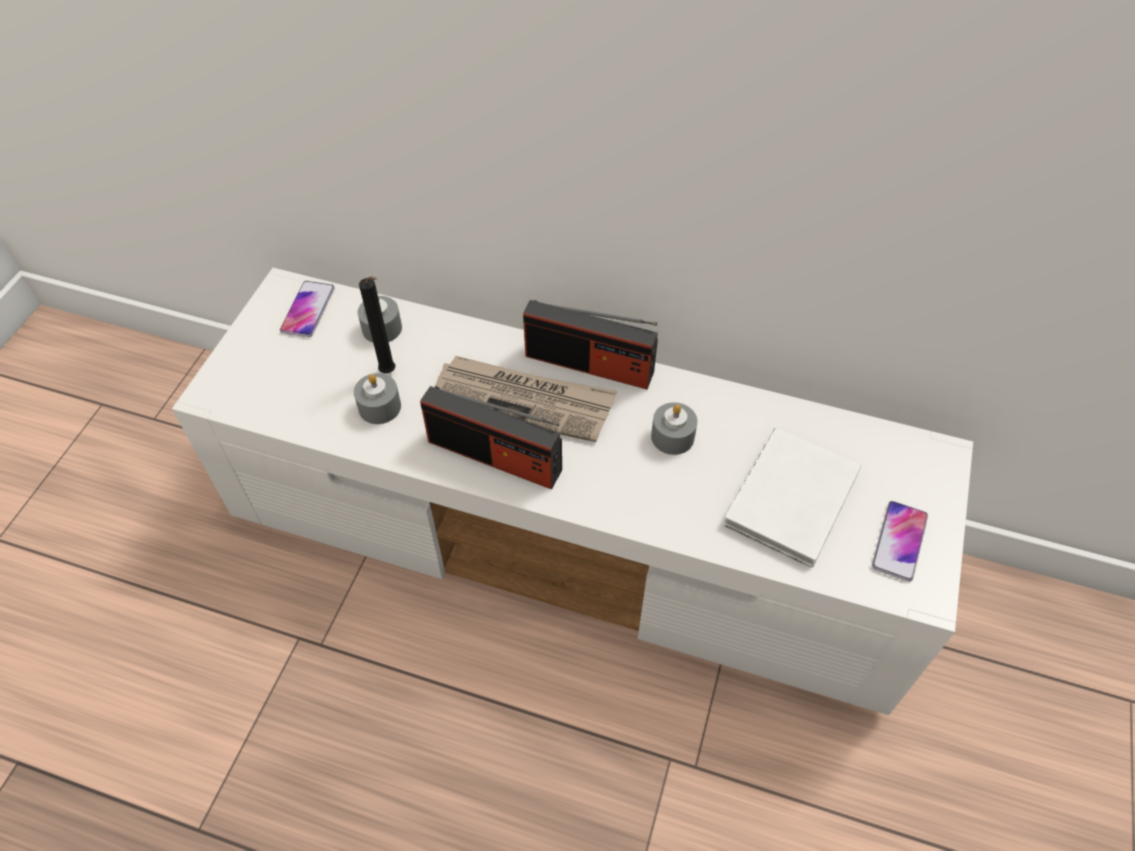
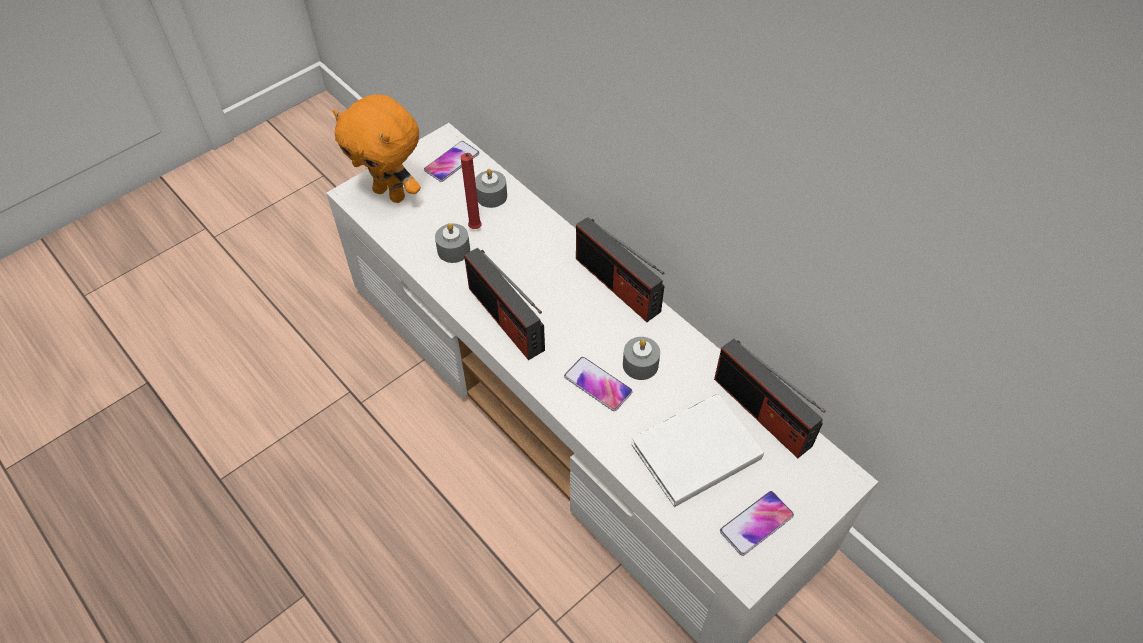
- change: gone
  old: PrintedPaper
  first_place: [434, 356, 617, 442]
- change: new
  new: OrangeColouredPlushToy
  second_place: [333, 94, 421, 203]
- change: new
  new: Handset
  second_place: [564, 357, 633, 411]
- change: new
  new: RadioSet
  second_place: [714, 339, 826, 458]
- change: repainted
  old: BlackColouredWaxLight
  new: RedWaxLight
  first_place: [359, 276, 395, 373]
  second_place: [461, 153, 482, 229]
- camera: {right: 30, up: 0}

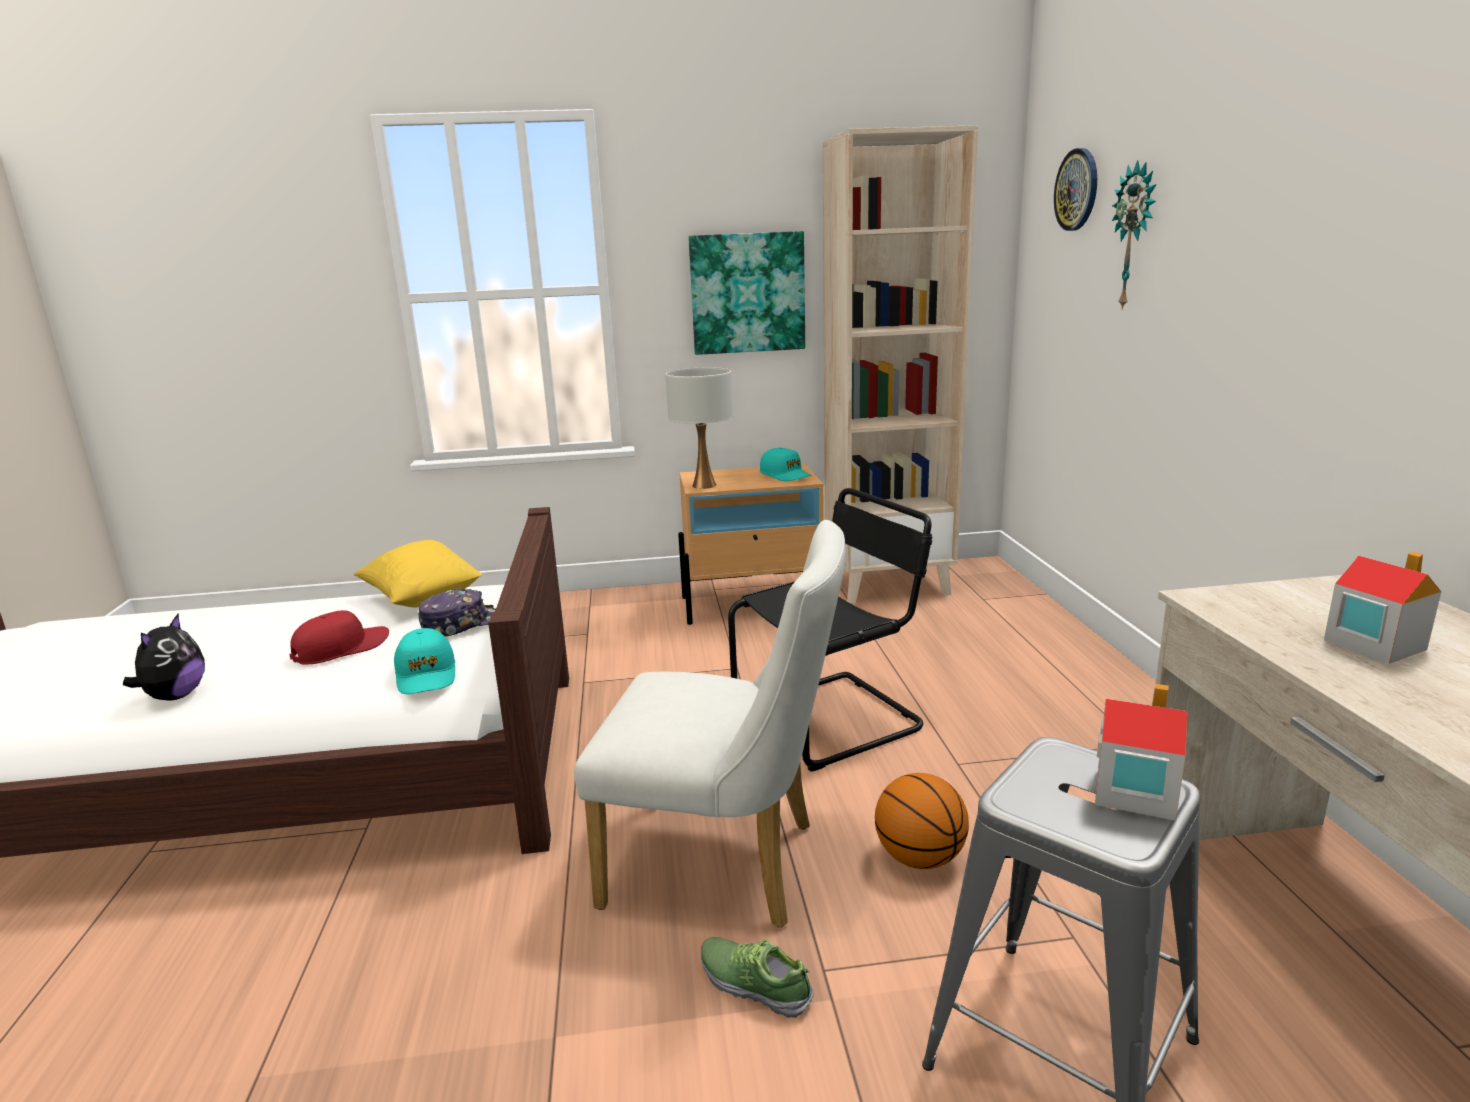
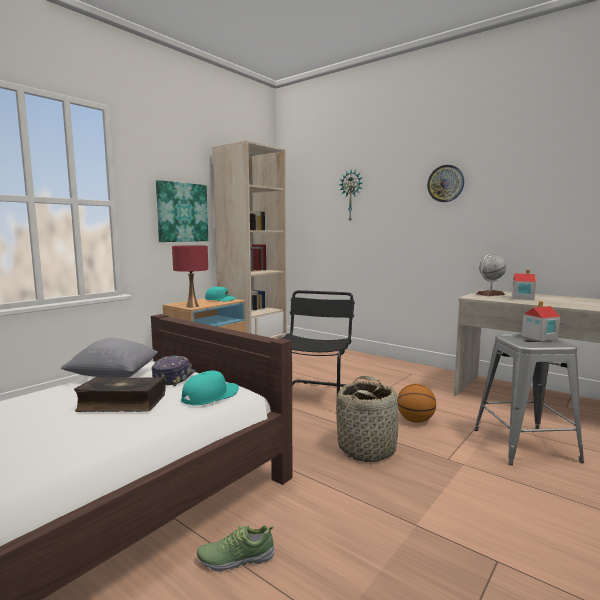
- change: gone
  old: PlushToy
  first_place: [123, 614, 205, 701]
- change: new
  new: Globe
  second_place: [476, 254, 506, 296]
- change: shifted
  old: LowShoe
  first_place: [701, 937, 814, 1018]
  second_place: [197, 525, 275, 572]
- change: shifted
  old: ClockOnTheWall
  first_place: [1054, 148, 1097, 231]
  second_place: [427, 165, 464, 202]
- change: swapped
  old: RedCap
  new: Volume
  first_place: [289, 610, 389, 664]
  second_place: [74, 377, 165, 412]
- change: swapped
  old: WhitishChair
  new: StorageBasket
  first_place: [574, 520, 846, 928]
  second_place: [336, 376, 398, 462]
- change: repainted
  old: YellowColouredCushion
  new: GrayCushion
  first_place: [354, 540, 482, 608]
  second_place: [60, 338, 158, 378]
- change: repainted
  old: WhitishLampForATable
  new: RedLampForATable
  first_place: [665, 367, 733, 489]
  second_place: [172, 245, 208, 308]
- change: rotated
  old: TurquoiseCap
  first_place: [394, 628, 455, 694]
  second_place: [181, 370, 239, 405]
  degrees: -75
- camera: {right: -45, up: -10}

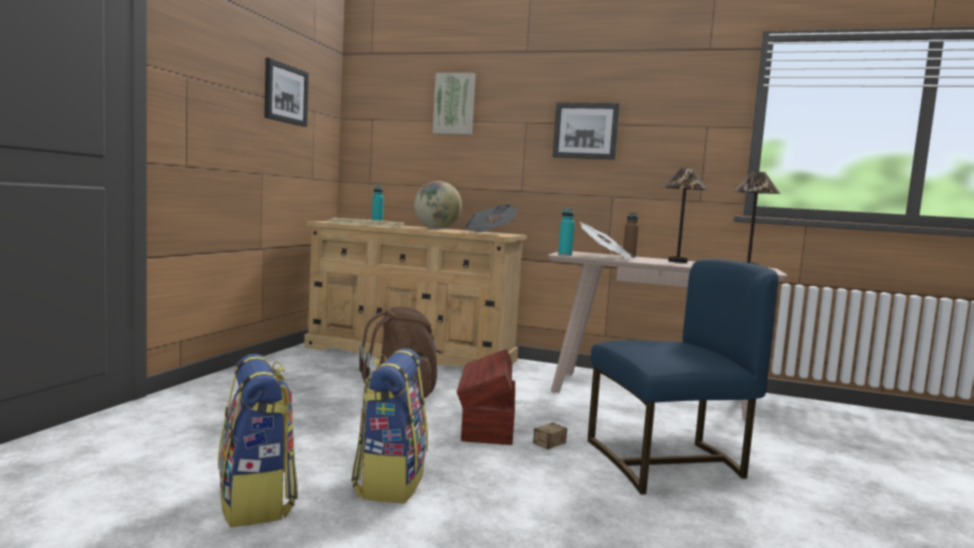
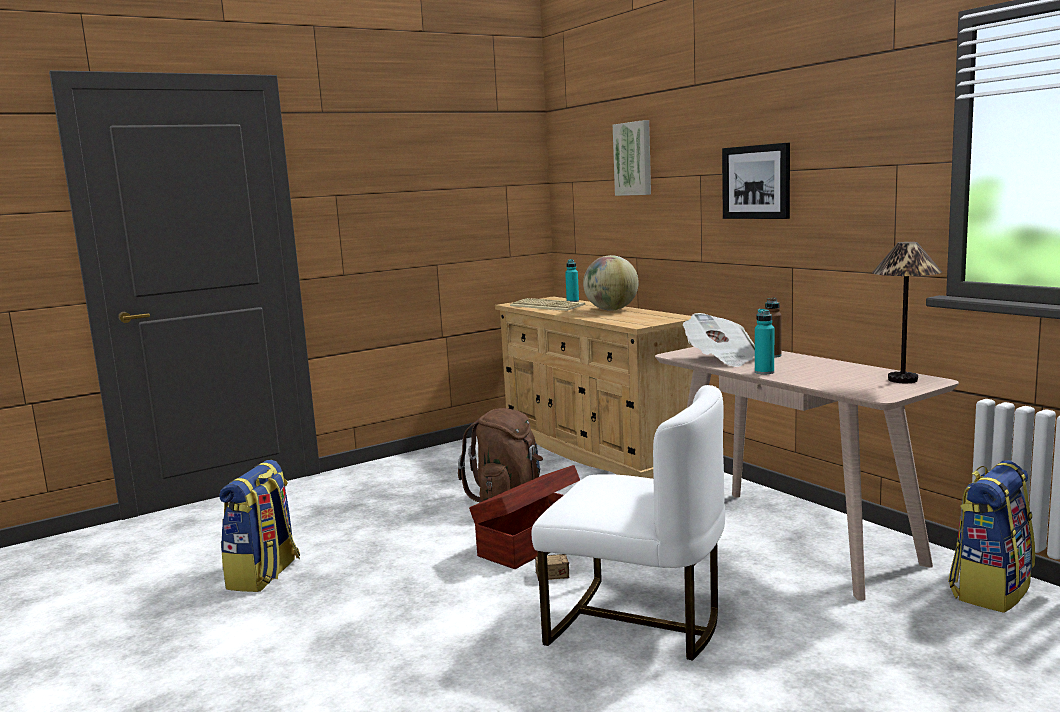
- change: gone
  old: Picture
  first_place: [264, 58, 309, 127]
- change: gone
  old: PrintedPaper
  first_place: [464, 204, 518, 233]
- change: gone
  old: LampForATable
  first_place: [663, 168, 707, 263]
- change: shifted
  old: Rucksack
  first_place: [351, 348, 428, 503]
  second_place: [948, 460, 1035, 613]
- change: shifted
  old: TurquoiseBottle
  first_place: [558, 208, 575, 256]
  second_place: [755, 309, 774, 374]
- change: repainted
  old: BlueChair
  new: WhitishChair
  first_place: [588, 259, 779, 495]
  second_place: [532, 385, 725, 661]
- camera: {right: 40, up: 5}

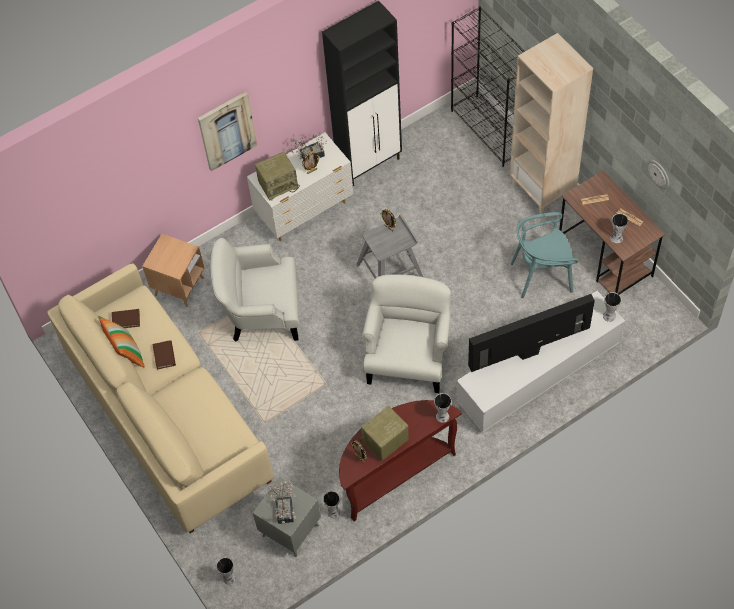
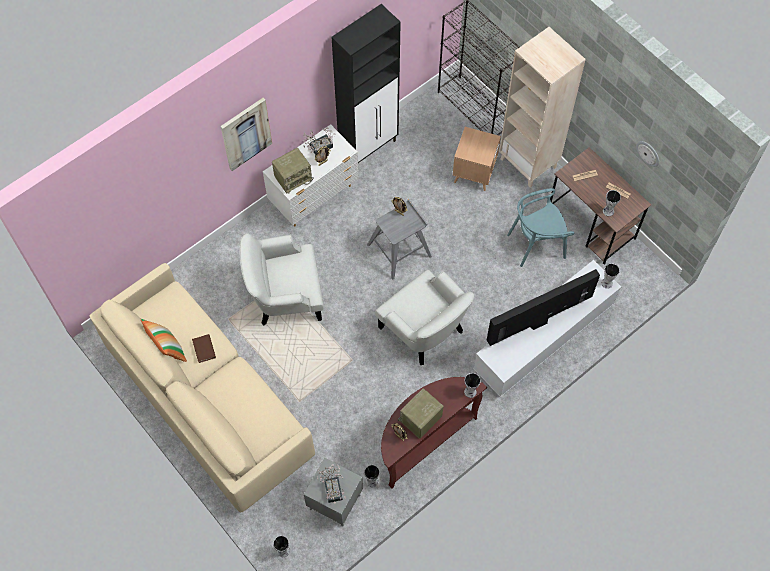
- change: gone
  old: BrownVolume
  first_place: [112, 309, 140, 328]
- change: shifted
  old: BrownAccentTable
  first_place: [142, 234, 204, 307]
  second_place: [453, 127, 501, 191]
- change: rotated
  old: WhitishLoungeChair
  first_place: [362, 274, 451, 393]
  second_place: [375, 270, 474, 365]
  degrees: 135
- camera: {right: -10, up: 5}

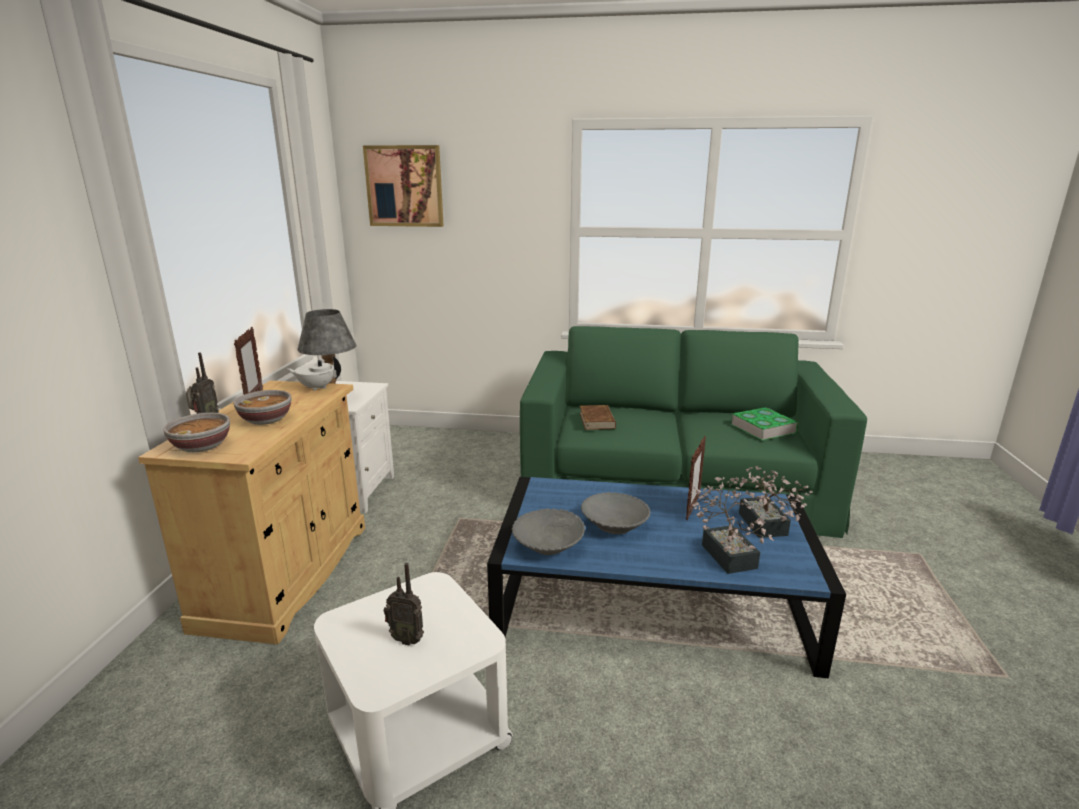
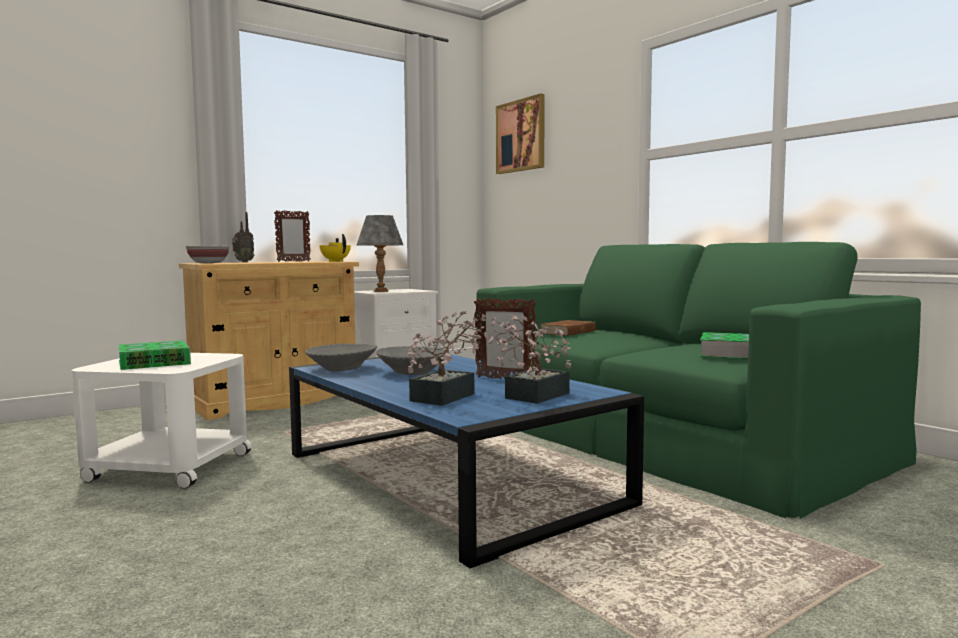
- change: gone
  old: DeepDish
  first_place: [234, 390, 292, 425]
- change: swapped
  old: RadioSet
  new: Volume
  first_place: [384, 563, 424, 646]
  second_place: [118, 340, 191, 370]
- change: repainted
  old: WhitishTeaPot
  new: YellowColouredTeaPot
  first_place: [286, 356, 341, 391]
  second_place: [319, 234, 351, 262]
- change: rotated
  old: PhotoFrame
  first_place: [686, 436, 706, 520]
  second_place: [474, 298, 536, 379]
  degrees: 45
- camera: {right: 45, up: -15}

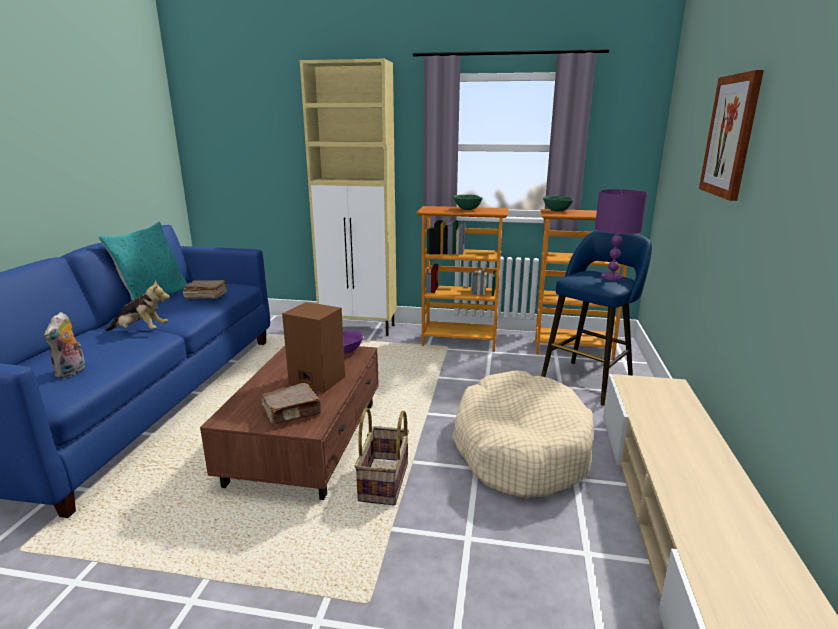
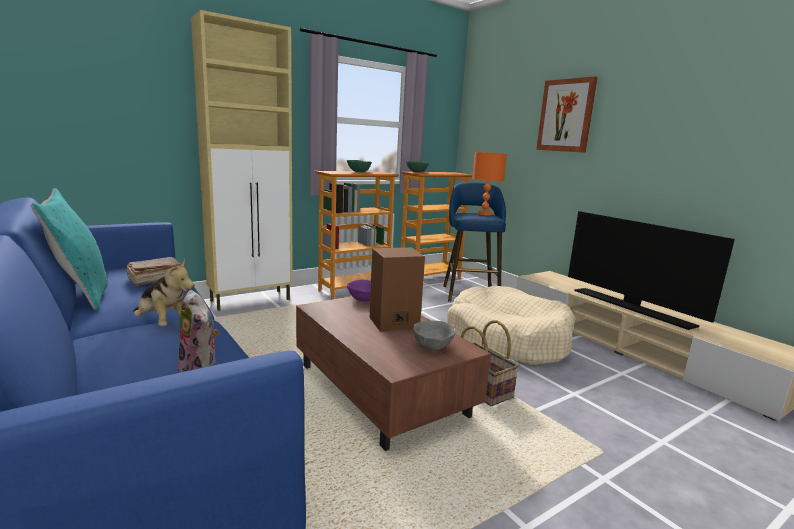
- change: new
  new: Tv
  second_place: [568, 211, 735, 330]
- change: swapped
  old: BrownVolume
  new: GrayDeepDish
  first_place: [261, 383, 321, 424]
  second_place: [413, 321, 456, 350]
- change: repainted
  old: PurpleLampForATable
  new: OrangeColouredLampForATable
  first_place: [595, 189, 647, 281]
  second_place: [472, 152, 507, 216]
- change: rotated
  old: PlushToy
  first_place: [105, 280, 170, 331]
  second_place: [133, 259, 195, 326]
  degrees: 75
- camera: {right: -45, up: -5}

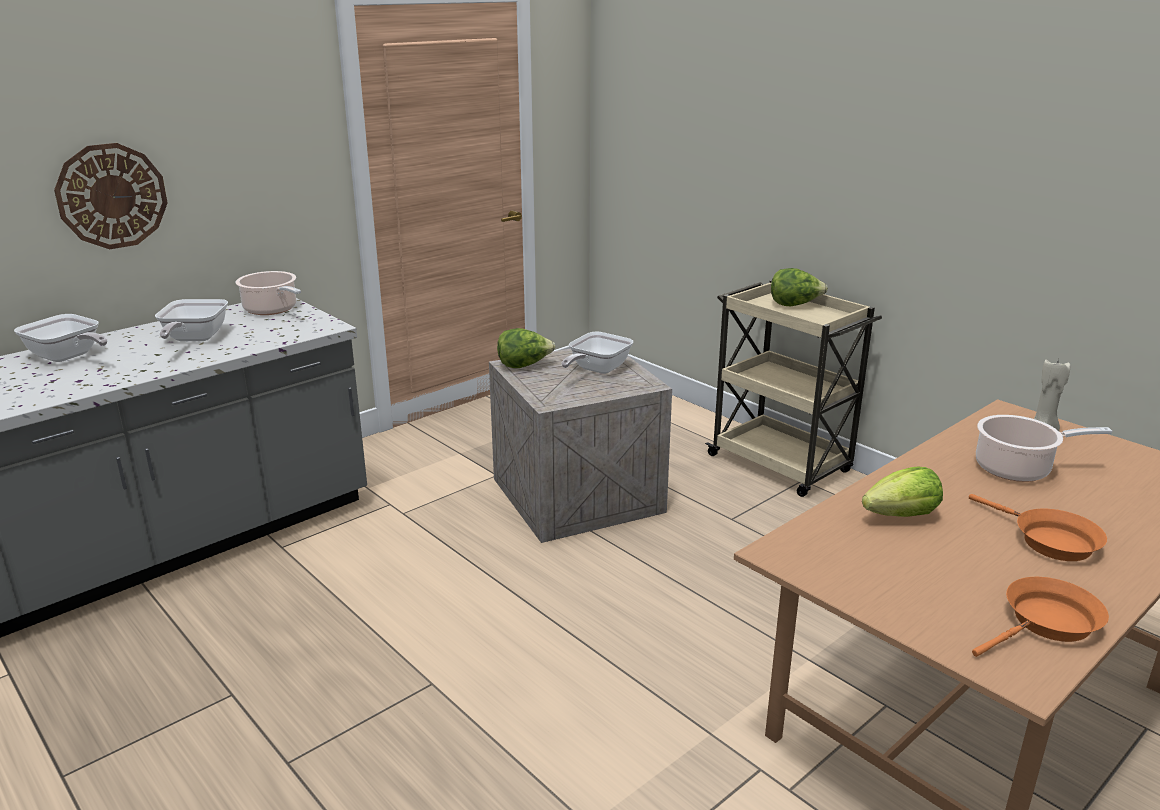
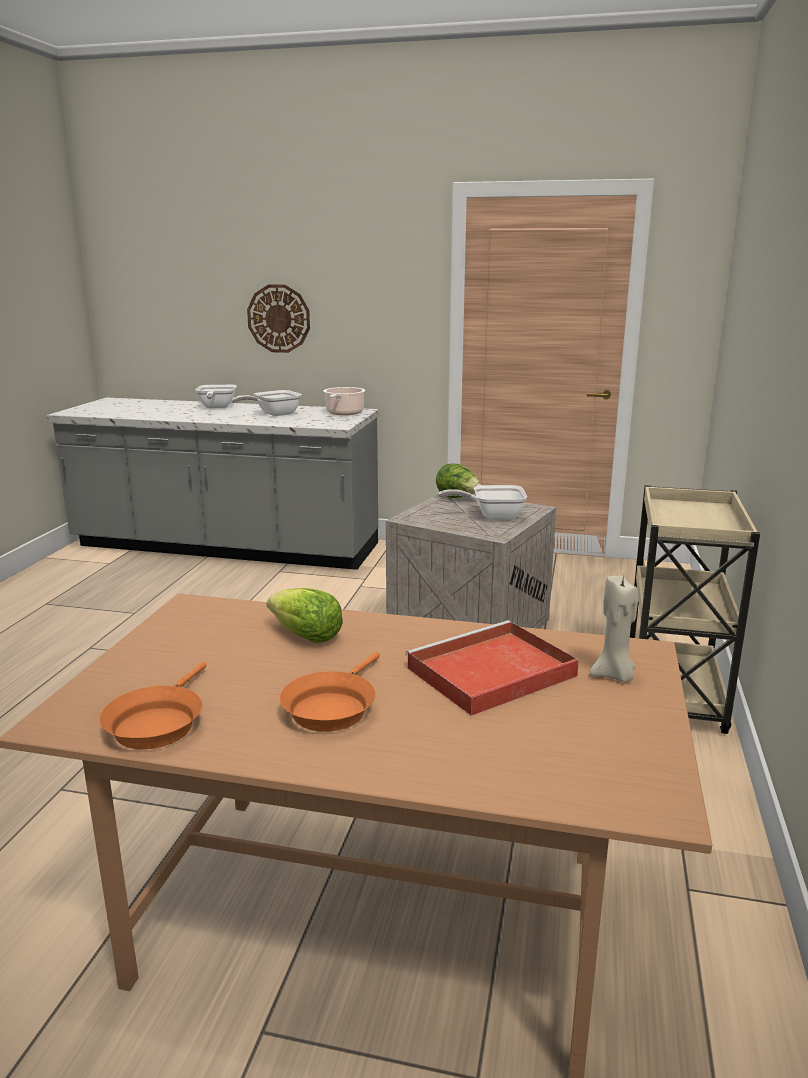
- change: gone
  old: LettuceHead
  first_place: [771, 268, 828, 306]
- change: swapped
  old: Stockpot
  new: RedTray
  first_place: [976, 415, 1112, 482]
  second_place: [405, 620, 579, 716]
- change: rotated
  old: OrangeColouredSkillet
  first_place: [972, 577, 1109, 657]
  second_place: [99, 662, 207, 749]
  degrees: 75
- camera: {right: 55, up: -5}

